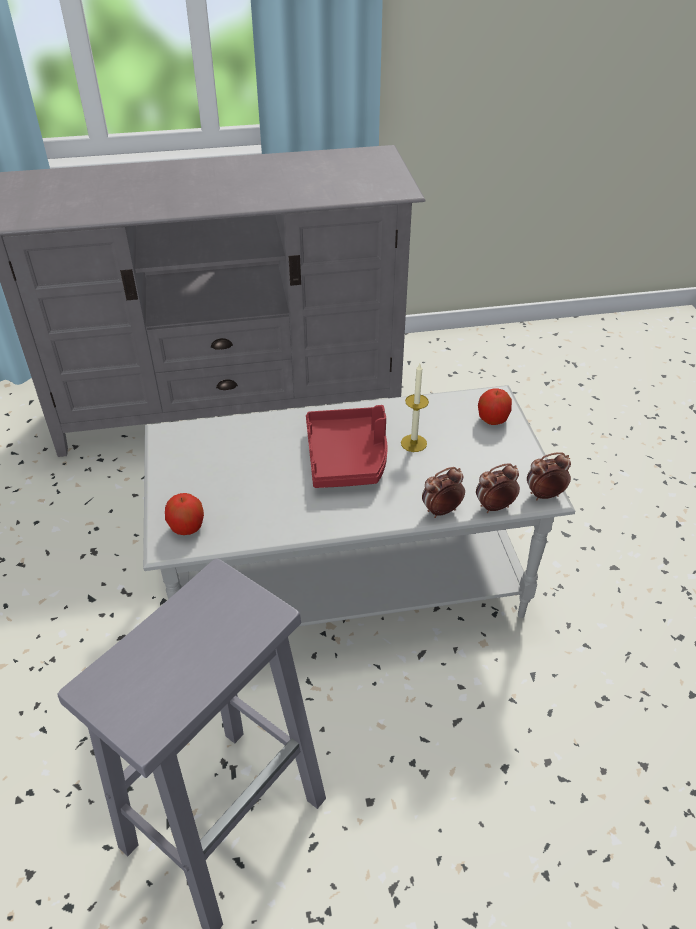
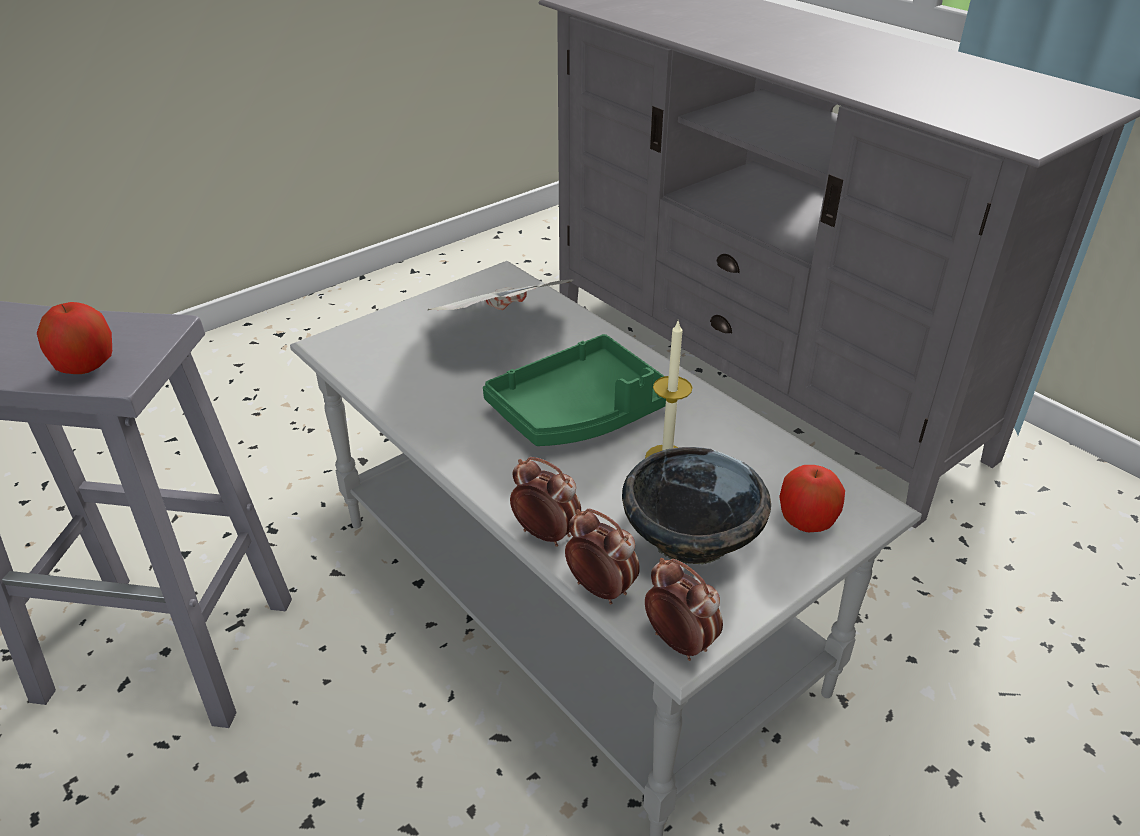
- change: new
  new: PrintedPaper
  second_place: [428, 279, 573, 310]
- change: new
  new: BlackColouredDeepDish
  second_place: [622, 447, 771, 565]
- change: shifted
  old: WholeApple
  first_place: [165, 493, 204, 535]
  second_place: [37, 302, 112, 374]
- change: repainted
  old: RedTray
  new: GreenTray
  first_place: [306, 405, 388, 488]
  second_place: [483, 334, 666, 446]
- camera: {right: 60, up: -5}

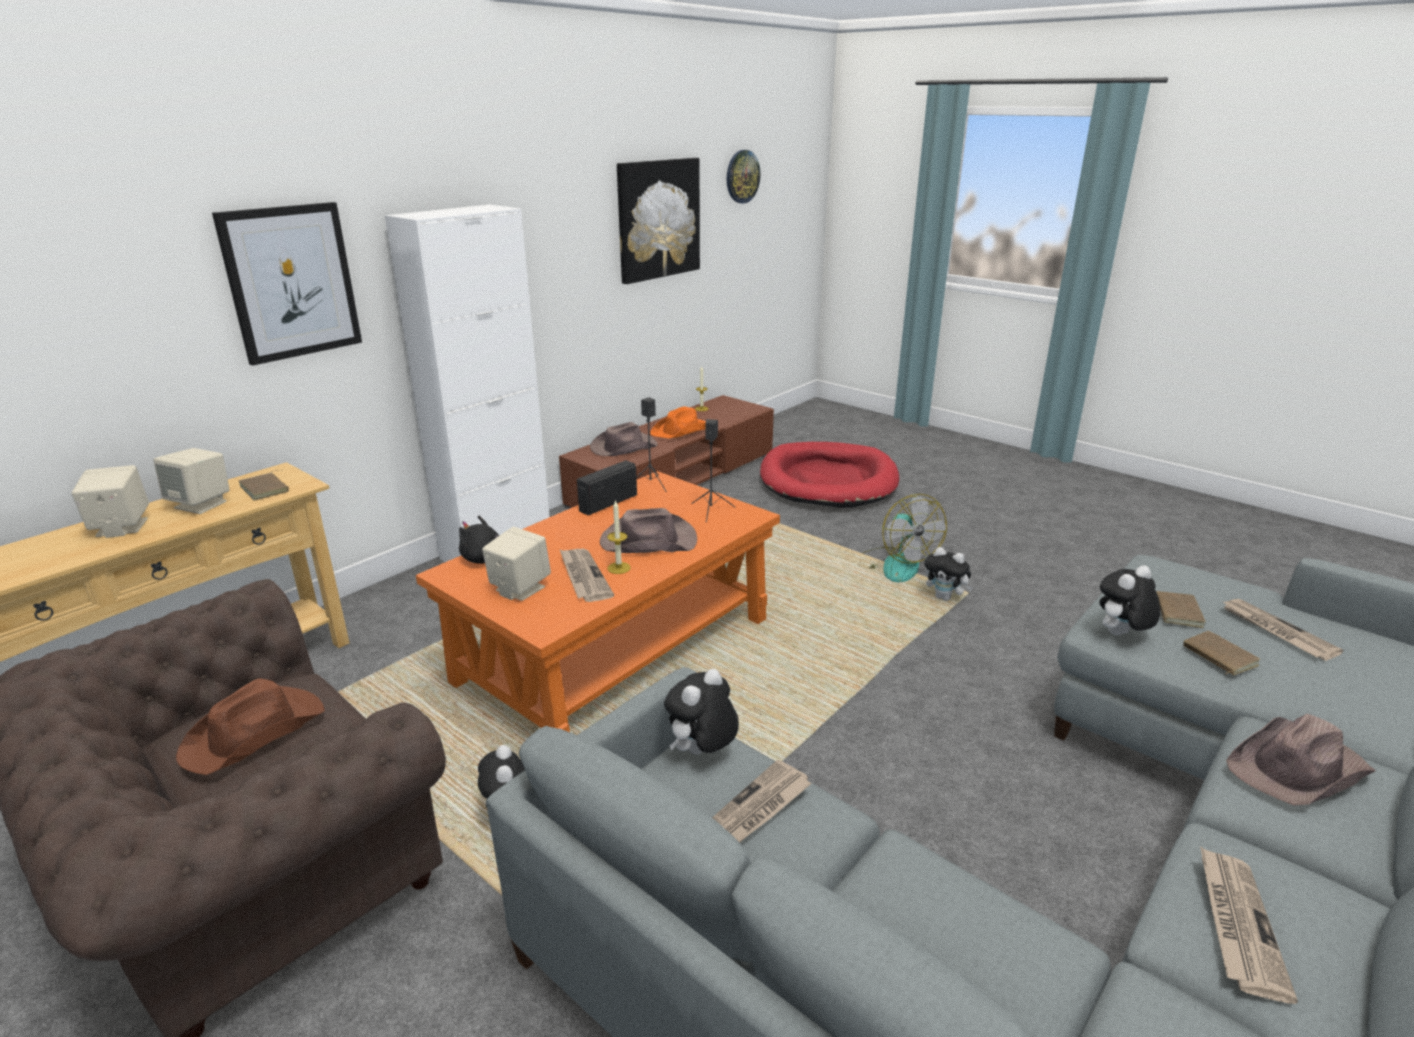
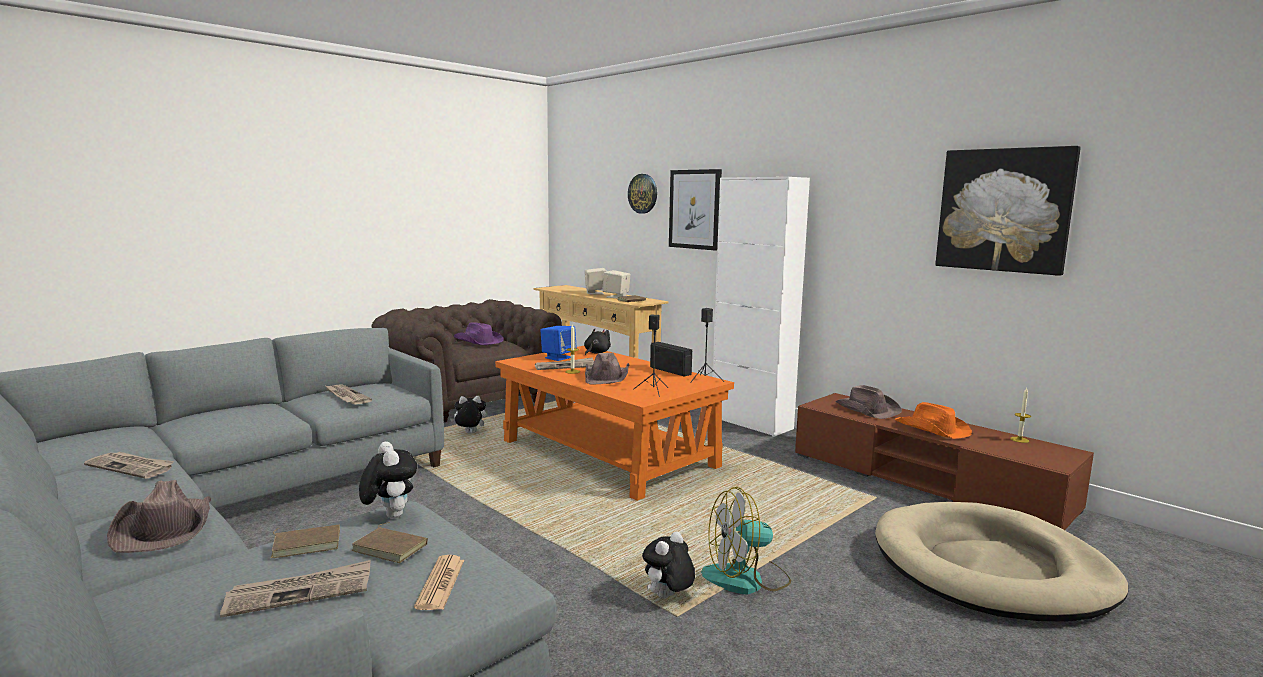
- change: gone
  old: PlushToy
  first_place: [664, 669, 739, 754]
- change: new
  new: PrintedPaper
  second_place: [414, 555, 464, 610]
- change: shifted
  old: ClockOnTheWall
  first_place: [727, 150, 760, 203]
  second_place: [628, 174, 657, 214]
- change: repainted
  old: BrownHat
  new: PurpleHat
  first_place: [176, 679, 325, 775]
  second_place: [453, 322, 504, 345]
- change: repainted
  old: SandColouredSpeaker
  new: BlueSpeaker
  first_place: [482, 527, 551, 601]
  second_place: [540, 326, 577, 361]
- change: repainted
  old: RedDogBed
  new: SandColouredDogBed
  first_place: [760, 442, 899, 508]
  second_place: [875, 502, 1128, 622]
- camera: {right: 95, up: -15}

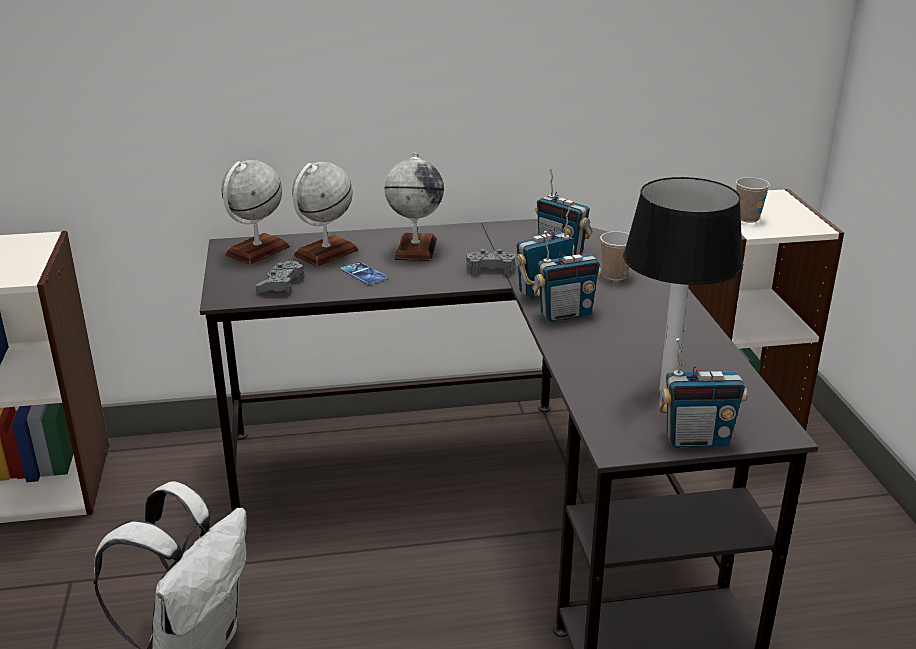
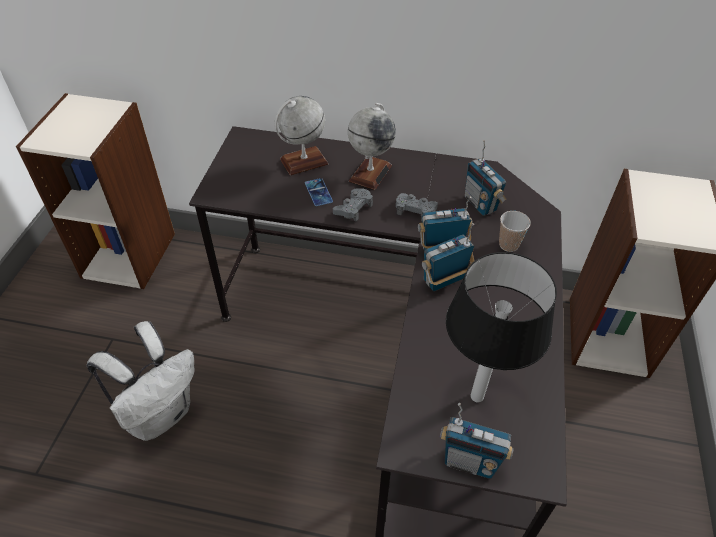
- change: gone
  old: Globe
  first_place: [221, 160, 290, 264]
- change: gone
  old: SmallCup
  first_place: [736, 177, 770, 223]
- change: shifted
  old: GrayJoypad
  first_place: [256, 261, 304, 295]
  second_place: [333, 188, 373, 222]
- change: rotated
  old: RadioSet
  first_place: [532, 231, 601, 322]
  second_place: [422, 223, 475, 291]
  degrees: 150
- camera: {right: 20, up: 20}

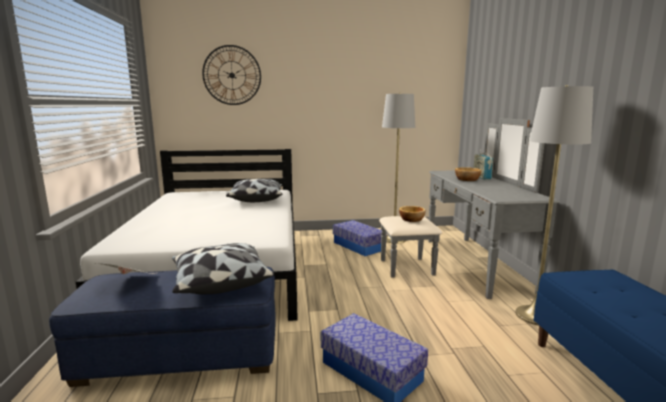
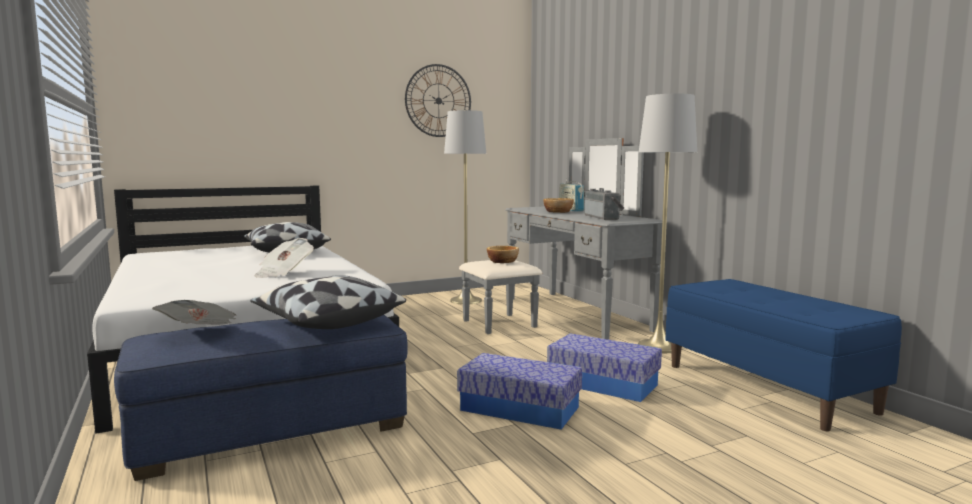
- change: new
  new: PrintedPaper
  second_place: [254, 238, 314, 278]
- change: new
  new: RadioSet
  second_place: [584, 188, 624, 220]
- change: shifted
  old: ClockOnTheWall
  first_place: [202, 45, 261, 105]
  second_place: [405, 64, 471, 137]
- change: shifted
  old: StorageContainer
  first_place: [333, 220, 387, 256]
  second_place: [547, 333, 662, 402]
- camera: {right: -20, up: -5}

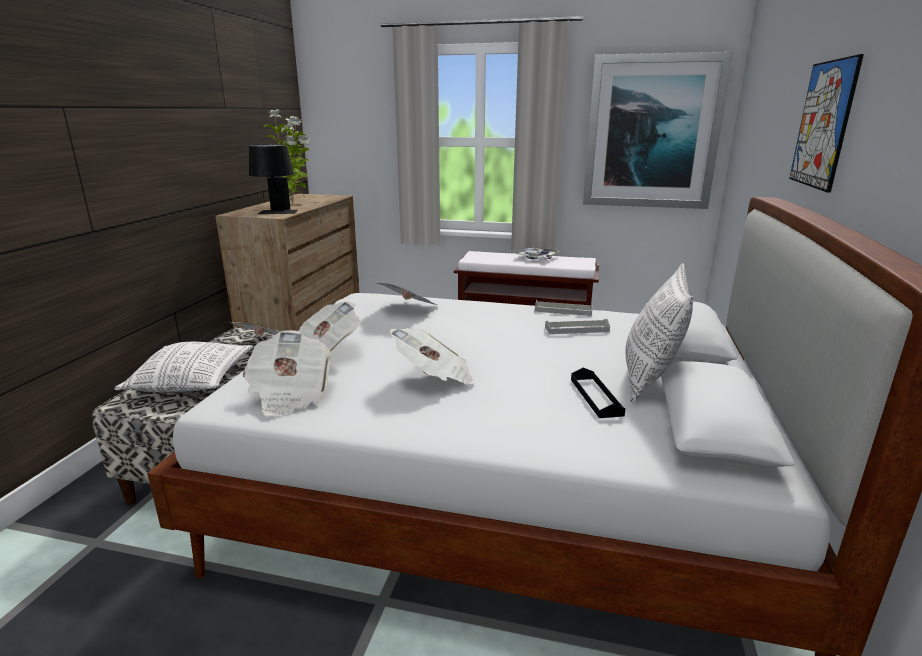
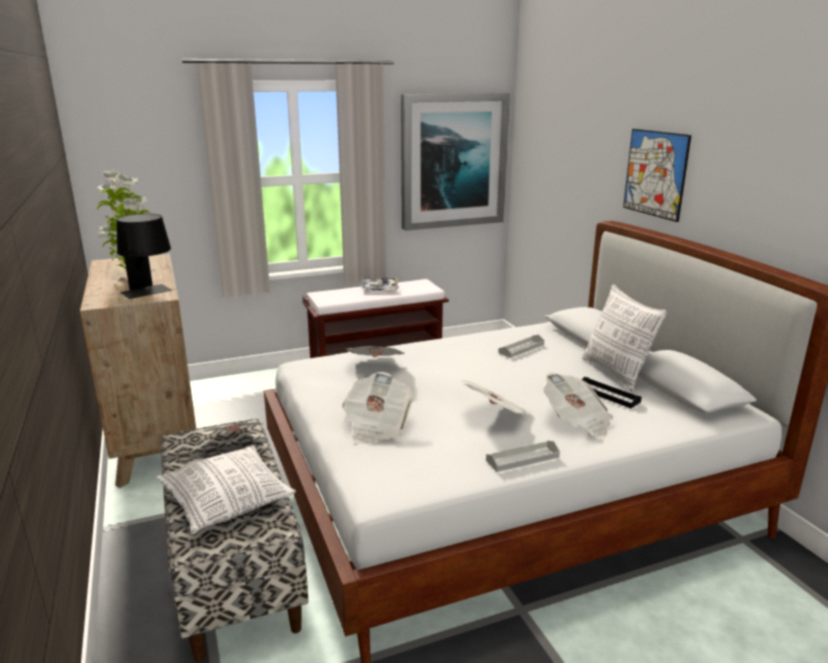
- change: shifted
  old: PrintedPaper
  first_place: [243, 330, 332, 417]
  second_place: [543, 373, 613, 439]
- change: shifted
  old: GrayTray
  first_place: [535, 300, 593, 316]
  second_place: [486, 441, 560, 472]
- camera: {right: -35, up: 0}

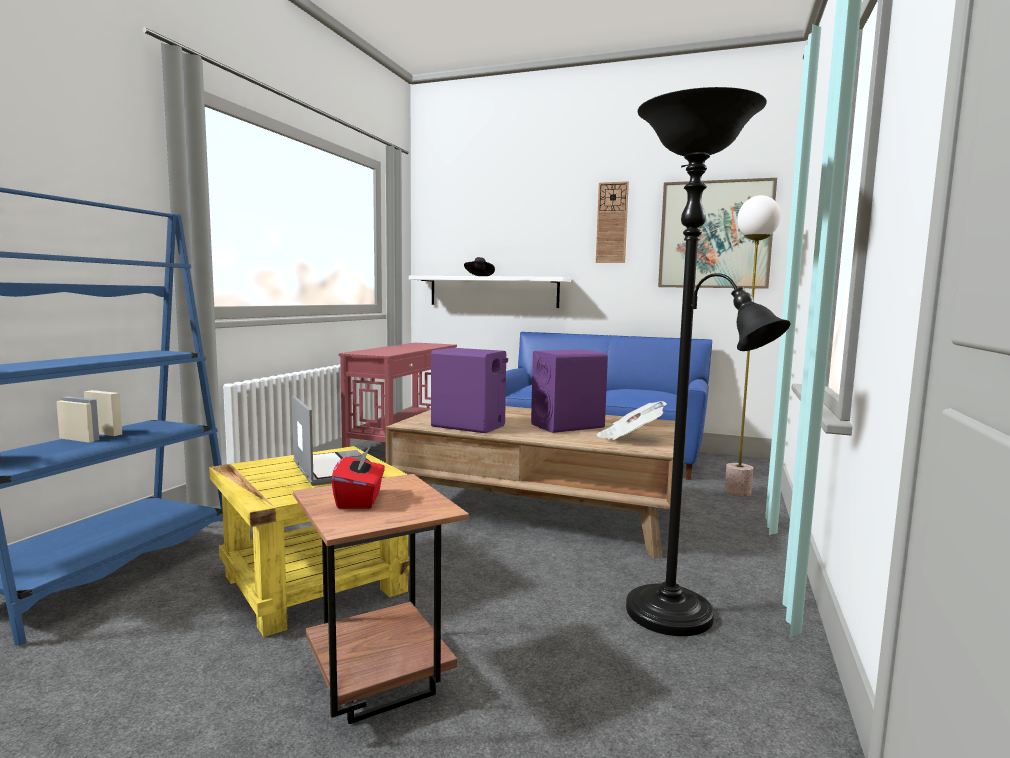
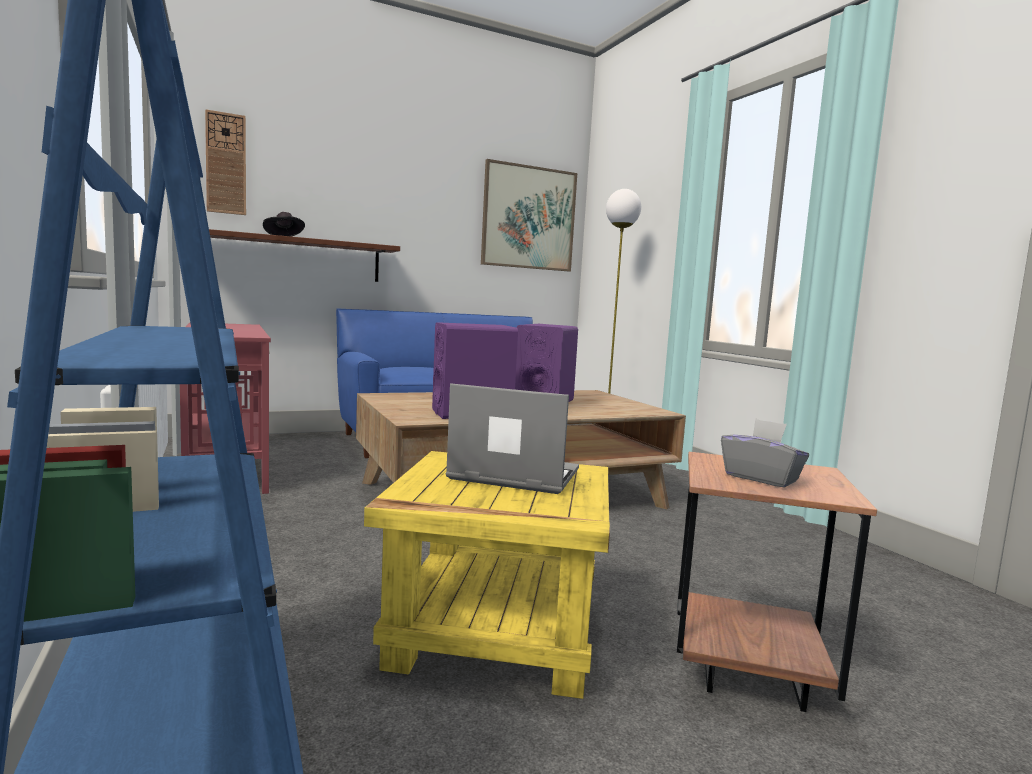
- change: gone
  old: PrintedPaper
  first_place: [596, 401, 667, 440]
- change: gone
  old: BlackColouredStandingLamp
  first_place: [626, 87, 790, 636]
- change: shifted
  old: ClockOnTheWall
  first_place: [596, 181, 629, 263]
  second_place: [205, 109, 246, 215]
- change: repainted
  old: RedTissueHolder
  new: GrayTissueHolder
  first_place: [331, 447, 385, 509]
  second_place: [721, 419, 809, 488]
- change: repainted
  old: WhitishShelf
  new: BrownShelf
  first_place: [409, 276, 571, 308]
  second_place: [209, 229, 400, 282]
- camera: {right: -45, up: 0}

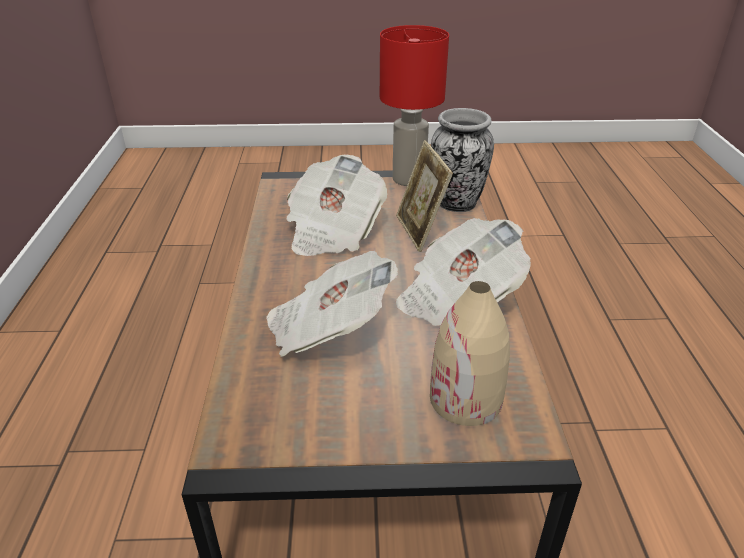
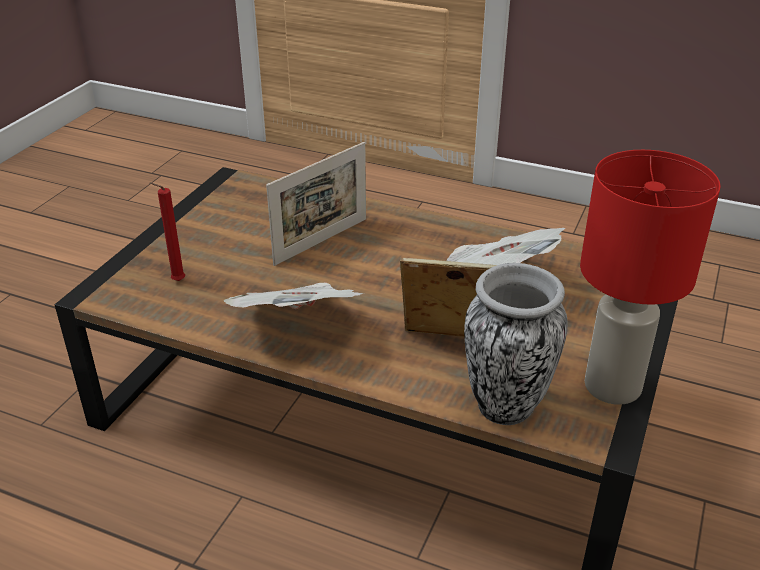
- change: swapped
  old: PrintedPaper
  new: PhotoFrame
  first_place: [266, 251, 398, 357]
  second_place: [266, 142, 366, 266]
- change: swapped
  old: SandColouredFlowerVase
  new: RedWaxLight
  first_place: [430, 281, 510, 426]
  second_place: [150, 182, 185, 281]
- camera: {right: 115, up: 0}

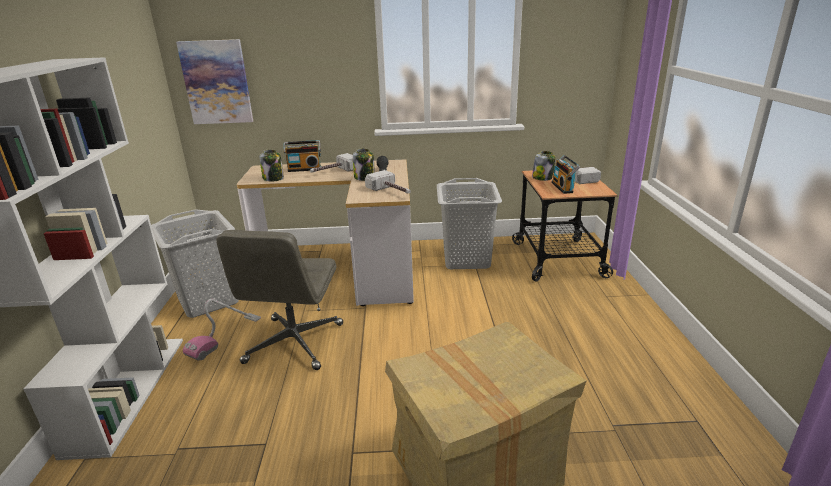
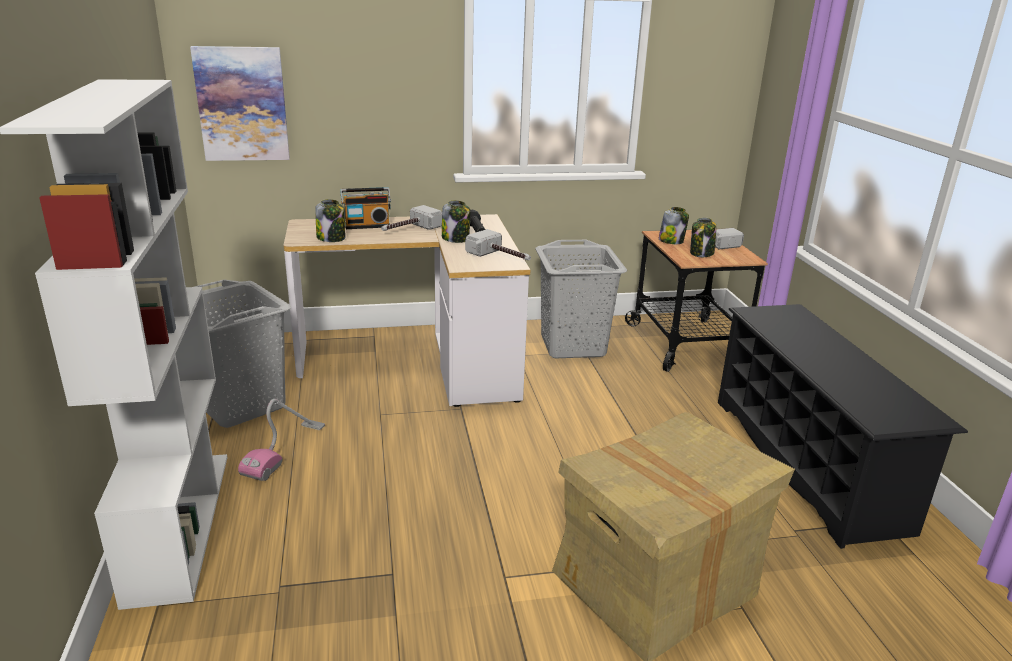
- change: gone
  old: GrayOfficeChair
  first_place: [216, 230, 343, 370]
- change: new
  new: BlackColouredShoeStand
  second_place: [718, 304, 968, 549]
- change: swapped
  old: RadioSet
  new: PreserveJar
  first_place: [552, 155, 580, 194]
  second_place: [690, 218, 716, 257]
- camera: {right: -10, up: 0}

